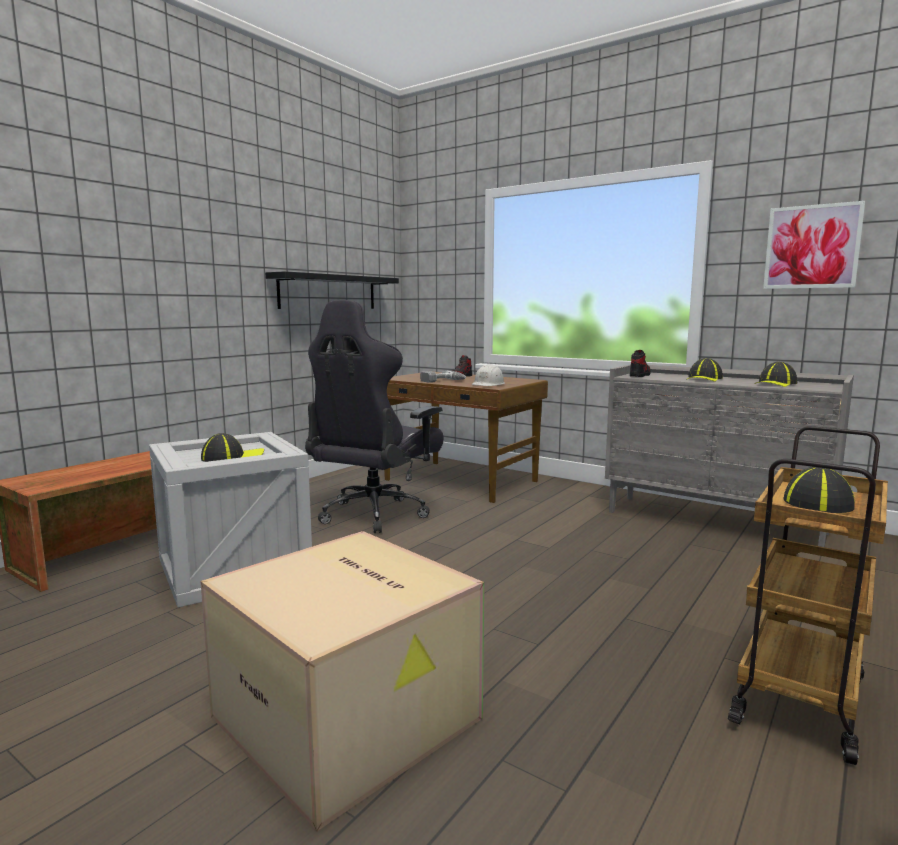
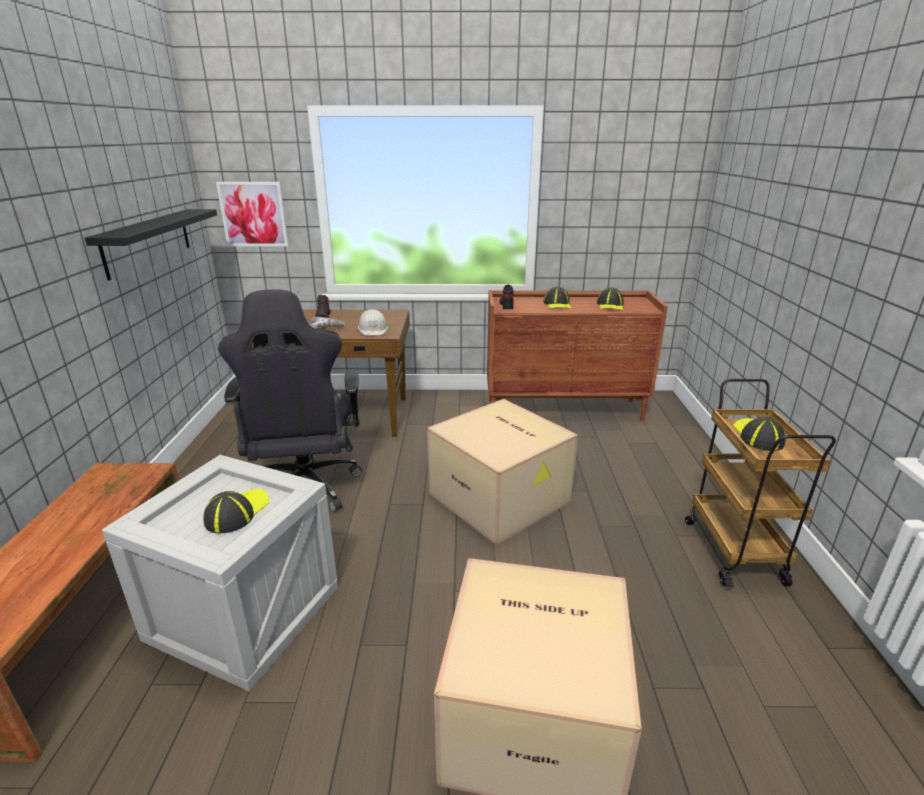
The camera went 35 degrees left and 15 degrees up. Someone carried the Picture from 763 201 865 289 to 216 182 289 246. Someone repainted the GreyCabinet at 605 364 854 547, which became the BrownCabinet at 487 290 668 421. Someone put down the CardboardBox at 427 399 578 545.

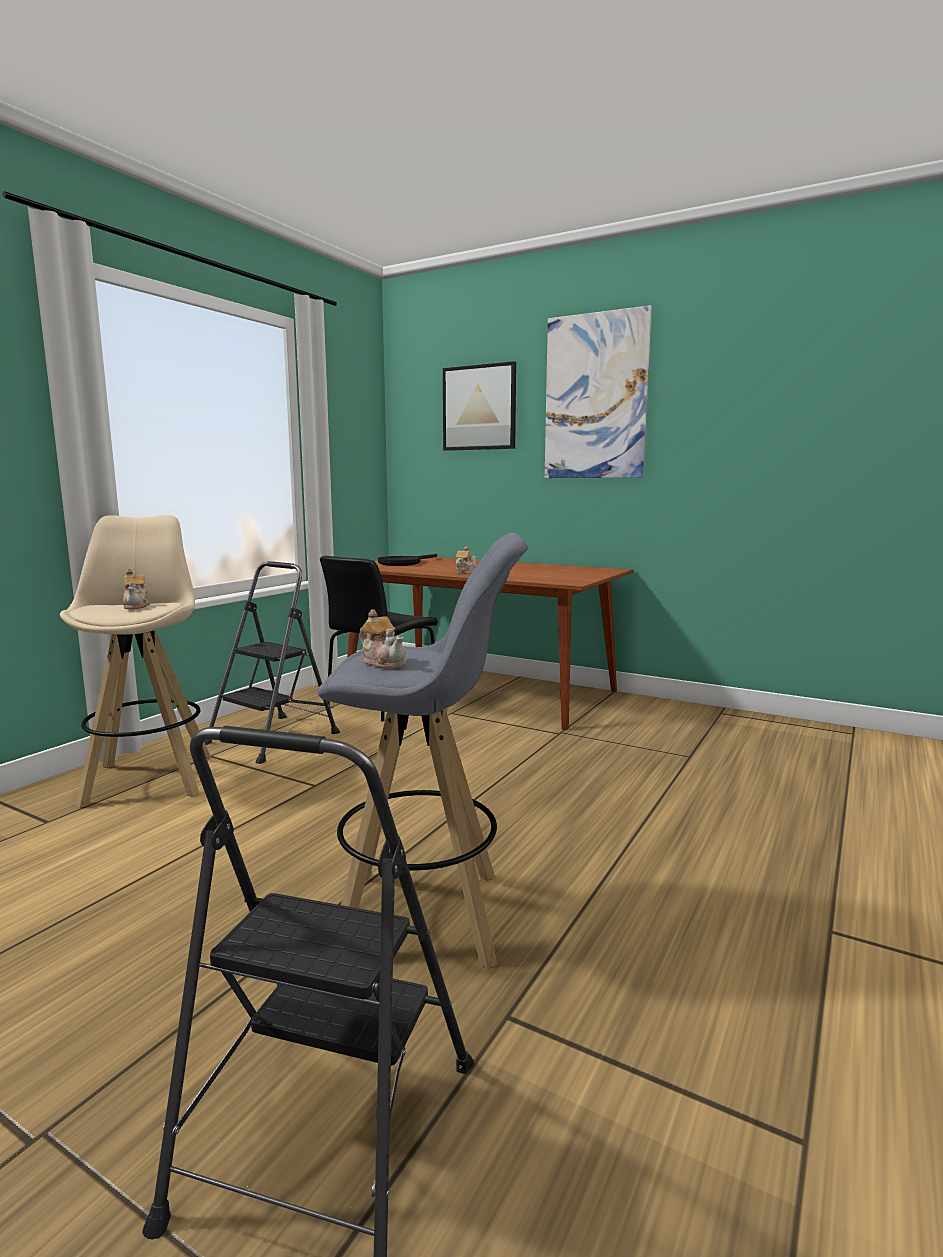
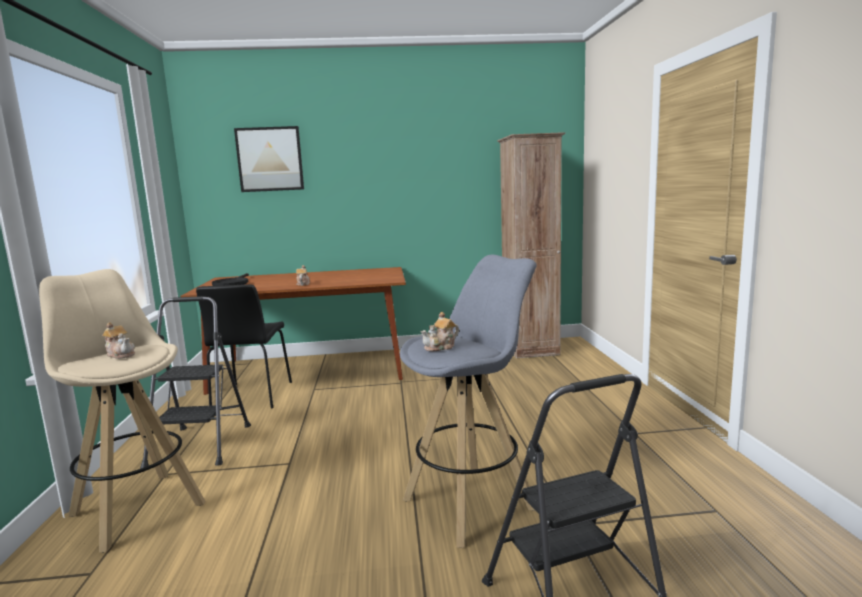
The camera went 35 degrees left and 0 degrees up. Someone took away the Picture at 545 305 652 478. Someone rotated the Teapot at 360 609 406 669 by 135 degrees clockwise. Someone put down the BrownCabinet at 497 132 565 358.

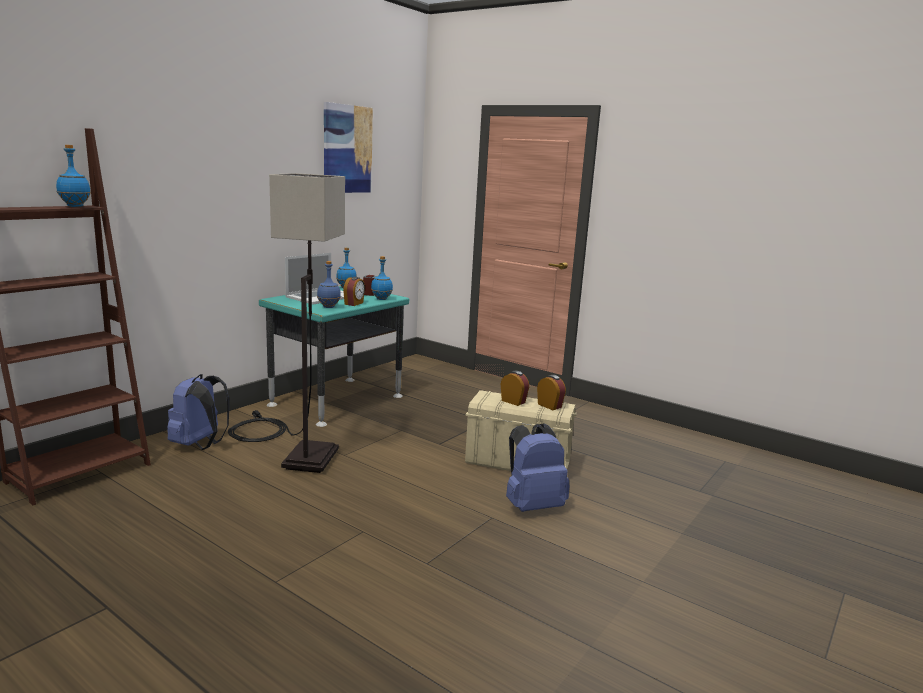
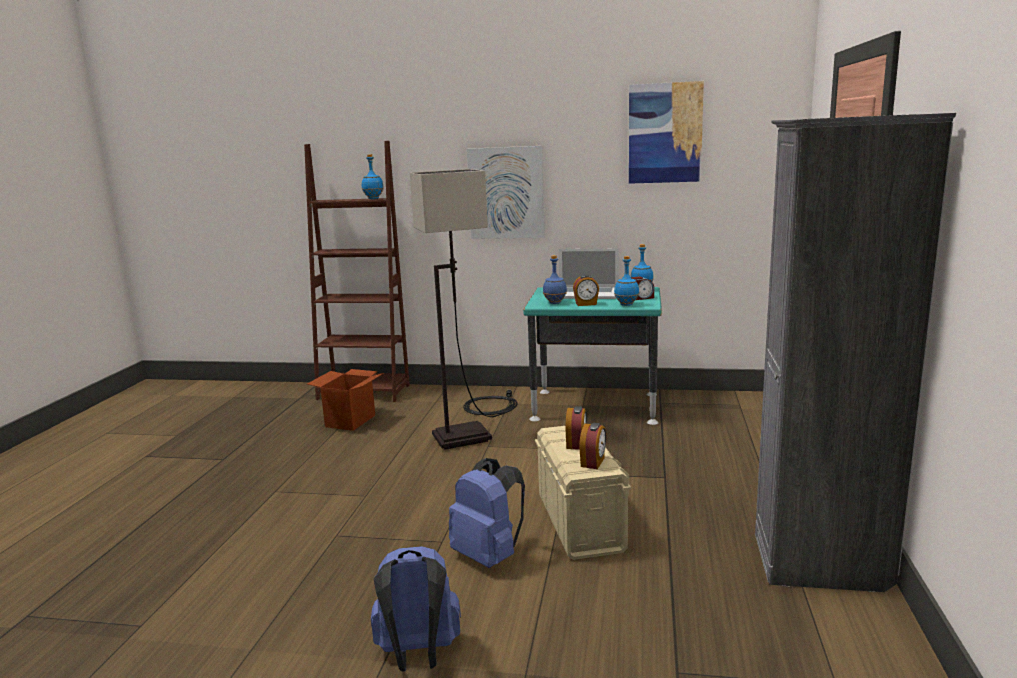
The camera went 65 degrees right and 0 degrees up. Someone carried the BlueBackpack from 167 374 230 450 to 371 546 461 672. Someone put down the GreyCabinet at 755 113 956 592. Someone put up the Picture at 466 146 545 239. Someone put down the CardboardBox at 307 369 384 431.

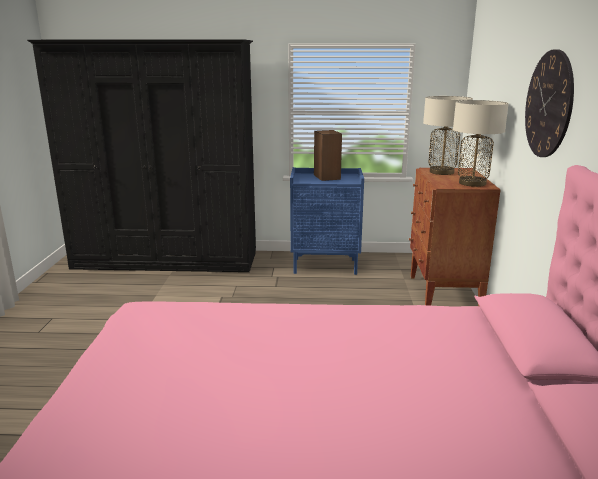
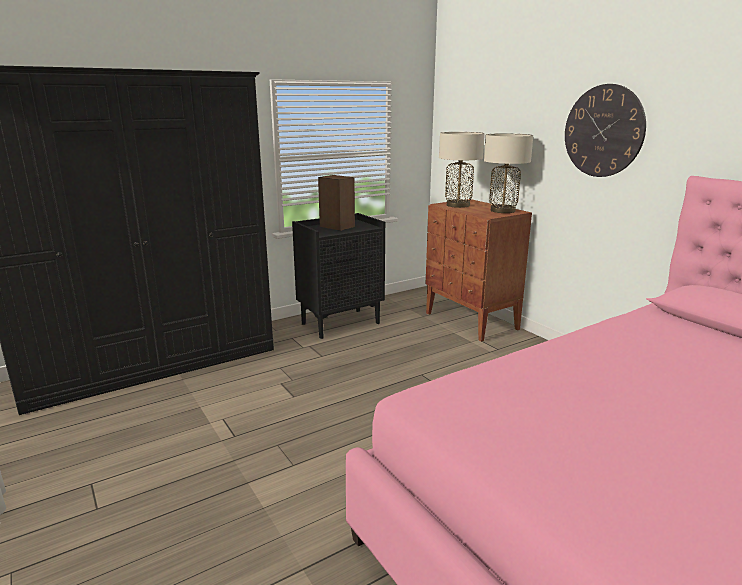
The camera went 35 degrees left and 0 degrees up. Someone repainted the BlueCabinet at 290 167 364 275, which became the BlackCabinet at 292 213 385 339.

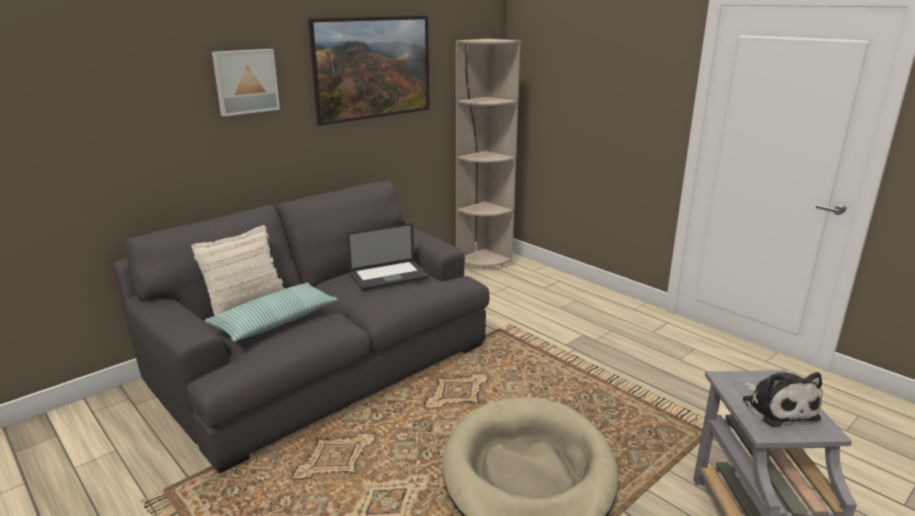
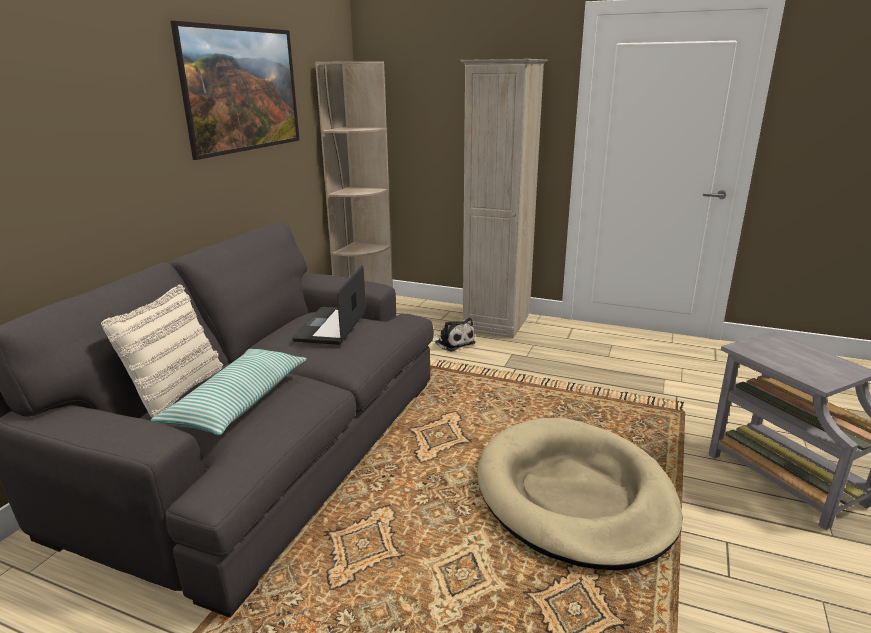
The camera went 25 degrees left and 0 degrees up. Someone took away the Picture at 212 49 280 116. Someone rotated the Laptop at 347 223 429 291 by 150 degrees clockwise. Someone carried the PlushToy from 743 372 823 427 to 435 318 476 352. Someone put down the BeigeCabinet at 461 59 547 338.

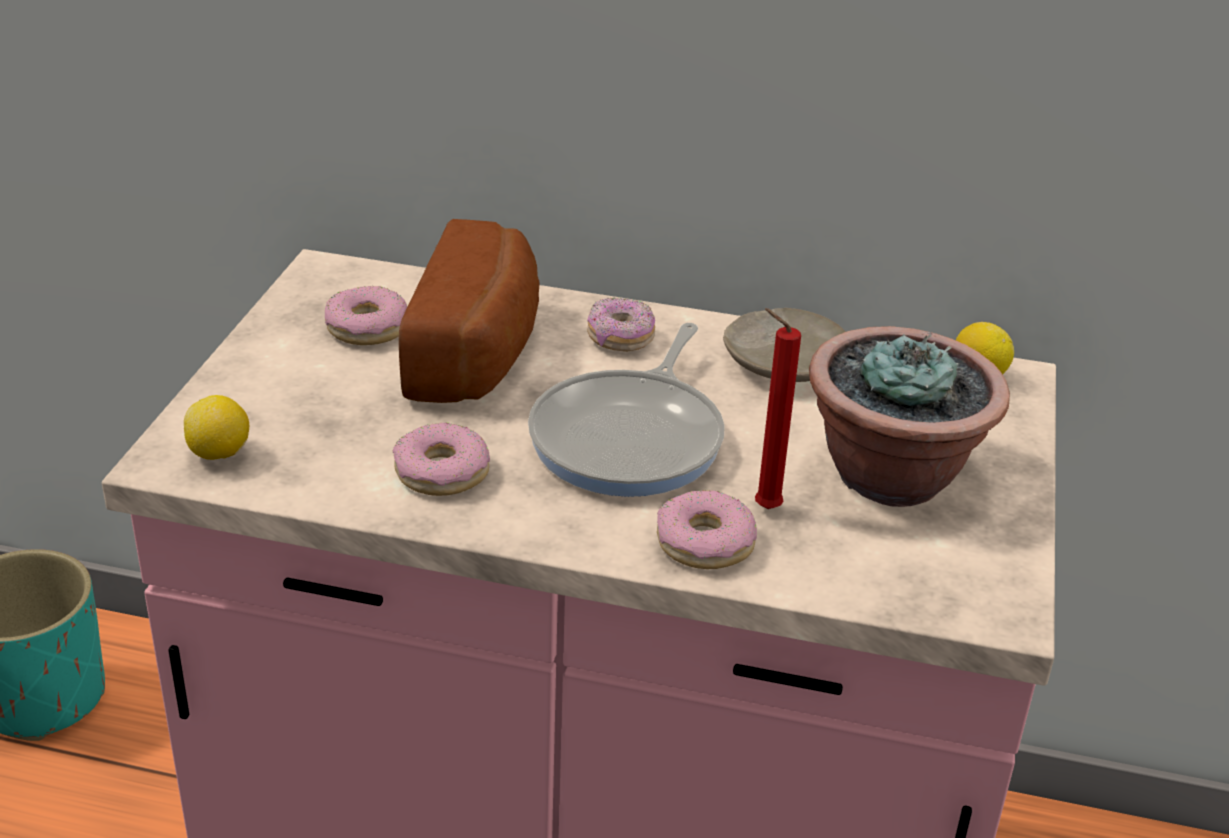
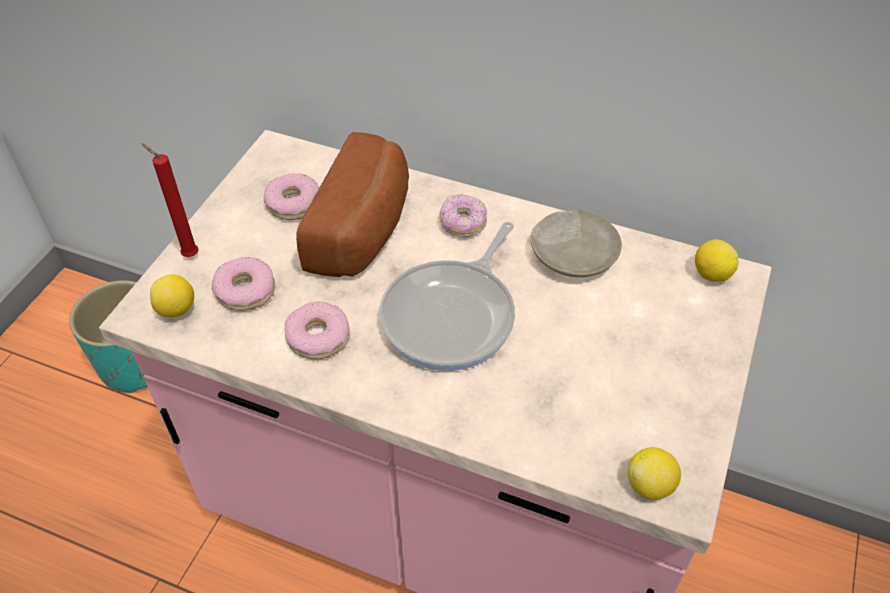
The camera went 10 degrees right and 15 degrees up. Someone carried the RedCandle from 755 308 801 509 to 141 143 198 257. Someone took away the PottedPlant at 809 326 1010 507. Someone carried the Donut from 657 490 757 569 to 212 257 275 311. Someone put down the Lemon at 628 447 681 500.

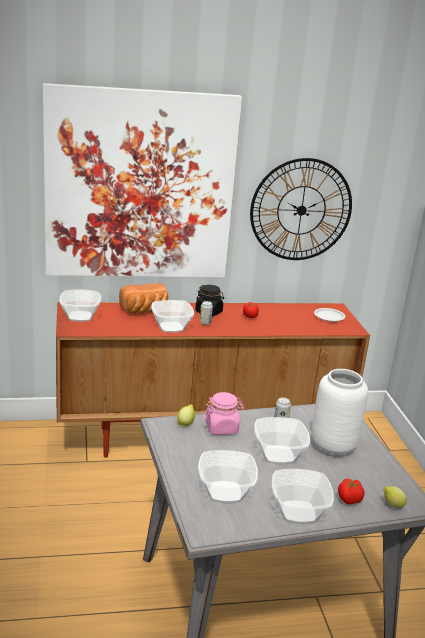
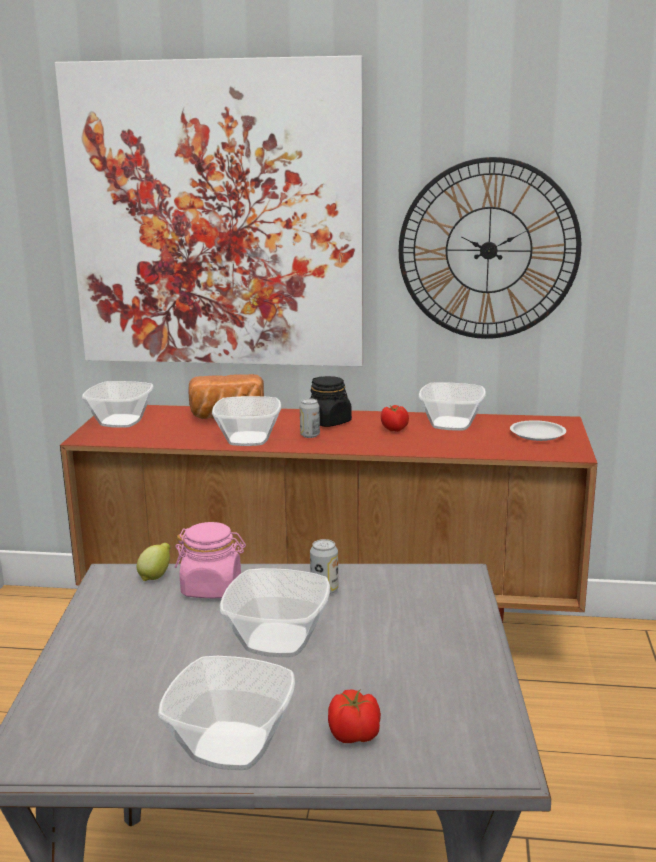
The camera went 20 degrees right and 5 degrees down. Someone took away the WhiteVase at 311 369 368 456. Someone carried the Bowl from 198 450 258 503 to 419 382 486 431. Someone took away the Lemon at 383 486 407 508.

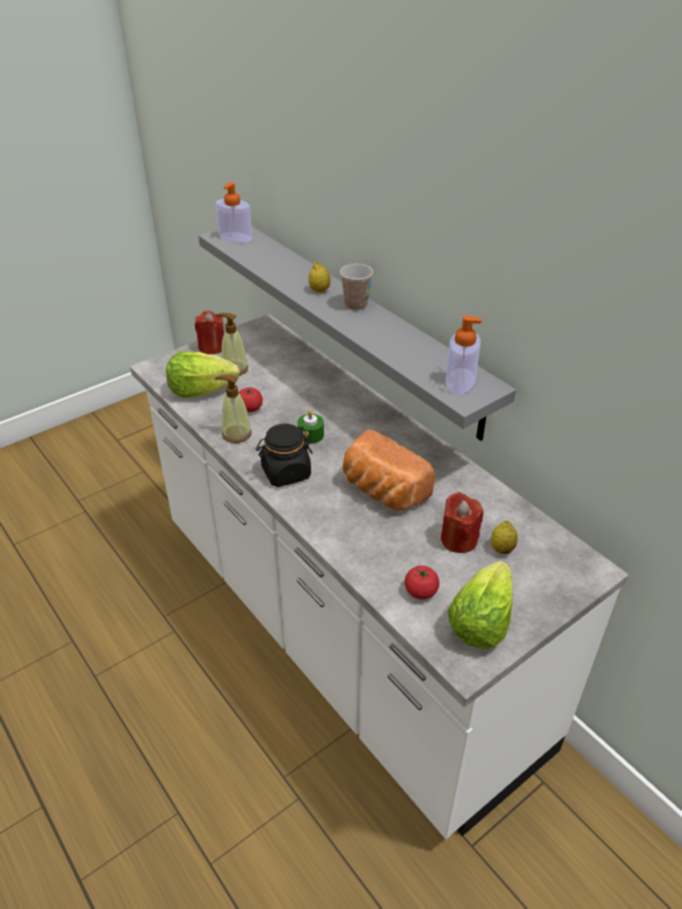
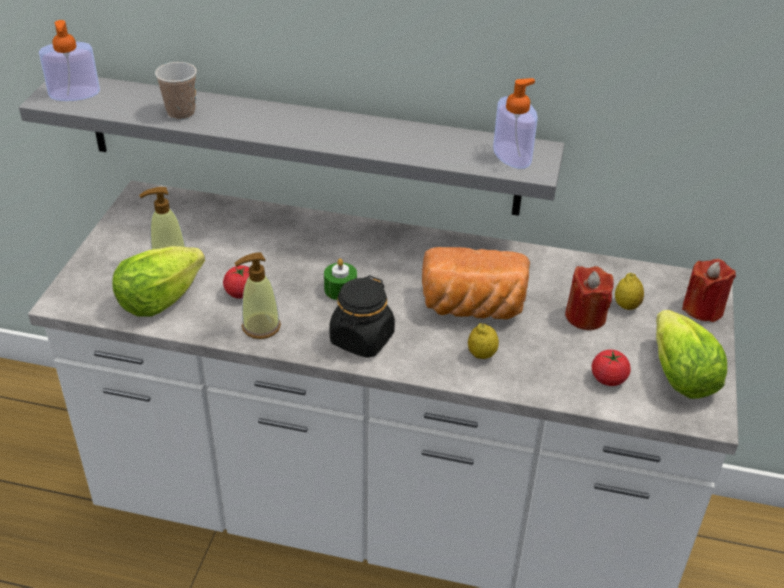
The camera went 40 degrees left and 0 degrees up. Someone carried the Lemon from 309 262 330 292 to 468 323 499 359. Someone carried the Cup from 340 264 373 311 to 155 62 197 120. Someone carried the RedCandle from 195 311 224 354 to 682 259 736 322.

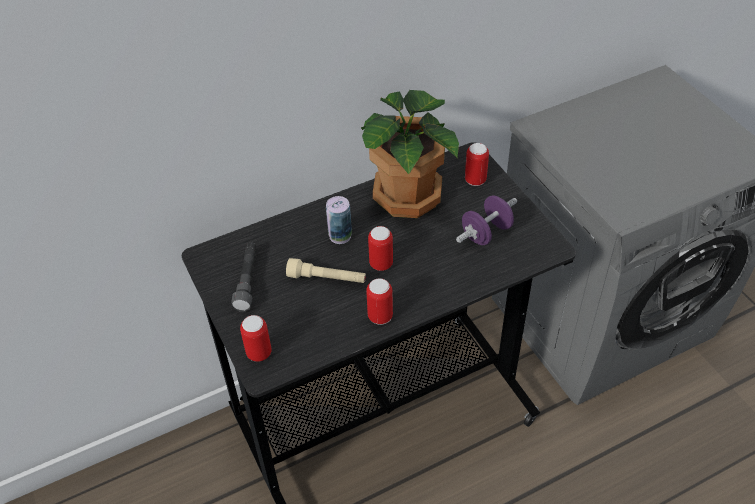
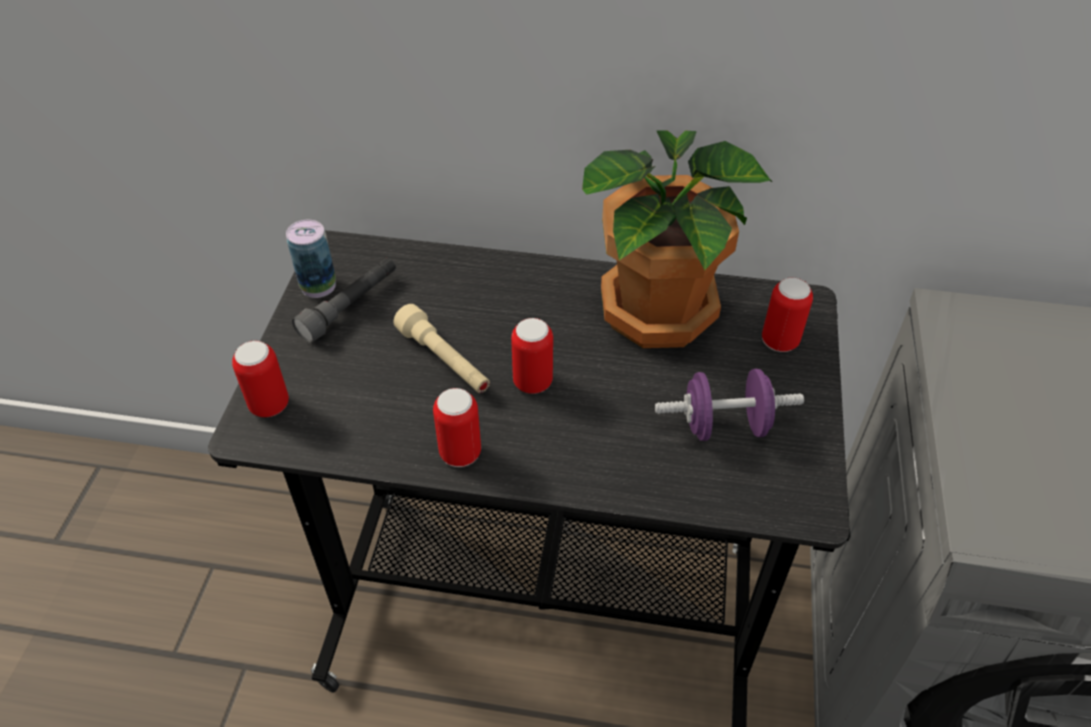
The camera went 35 degrees right and 0 degrees up. Someone carried the Can from 326 196 352 244 to 286 220 336 298.

